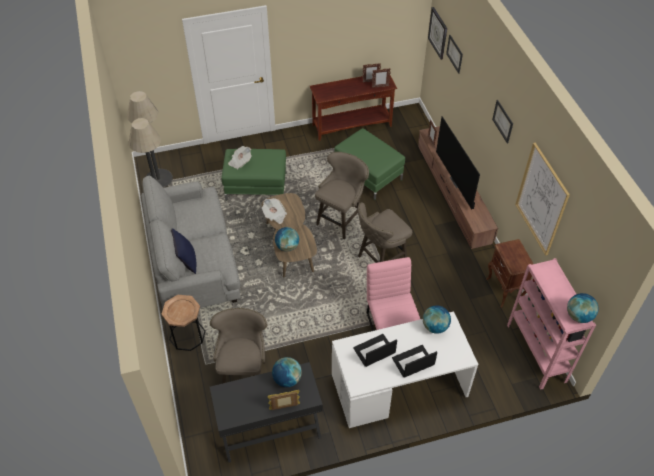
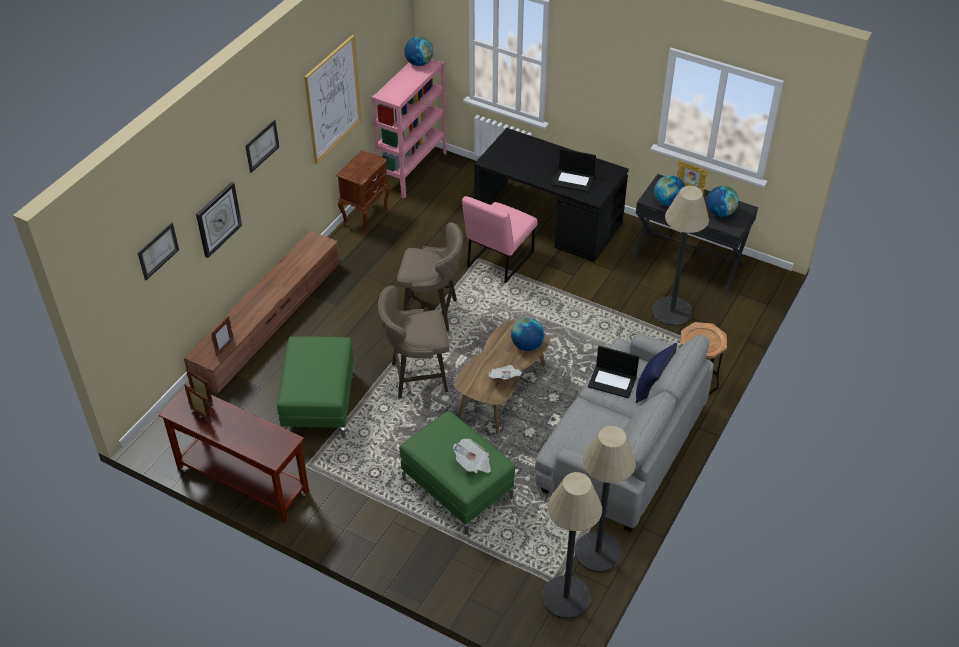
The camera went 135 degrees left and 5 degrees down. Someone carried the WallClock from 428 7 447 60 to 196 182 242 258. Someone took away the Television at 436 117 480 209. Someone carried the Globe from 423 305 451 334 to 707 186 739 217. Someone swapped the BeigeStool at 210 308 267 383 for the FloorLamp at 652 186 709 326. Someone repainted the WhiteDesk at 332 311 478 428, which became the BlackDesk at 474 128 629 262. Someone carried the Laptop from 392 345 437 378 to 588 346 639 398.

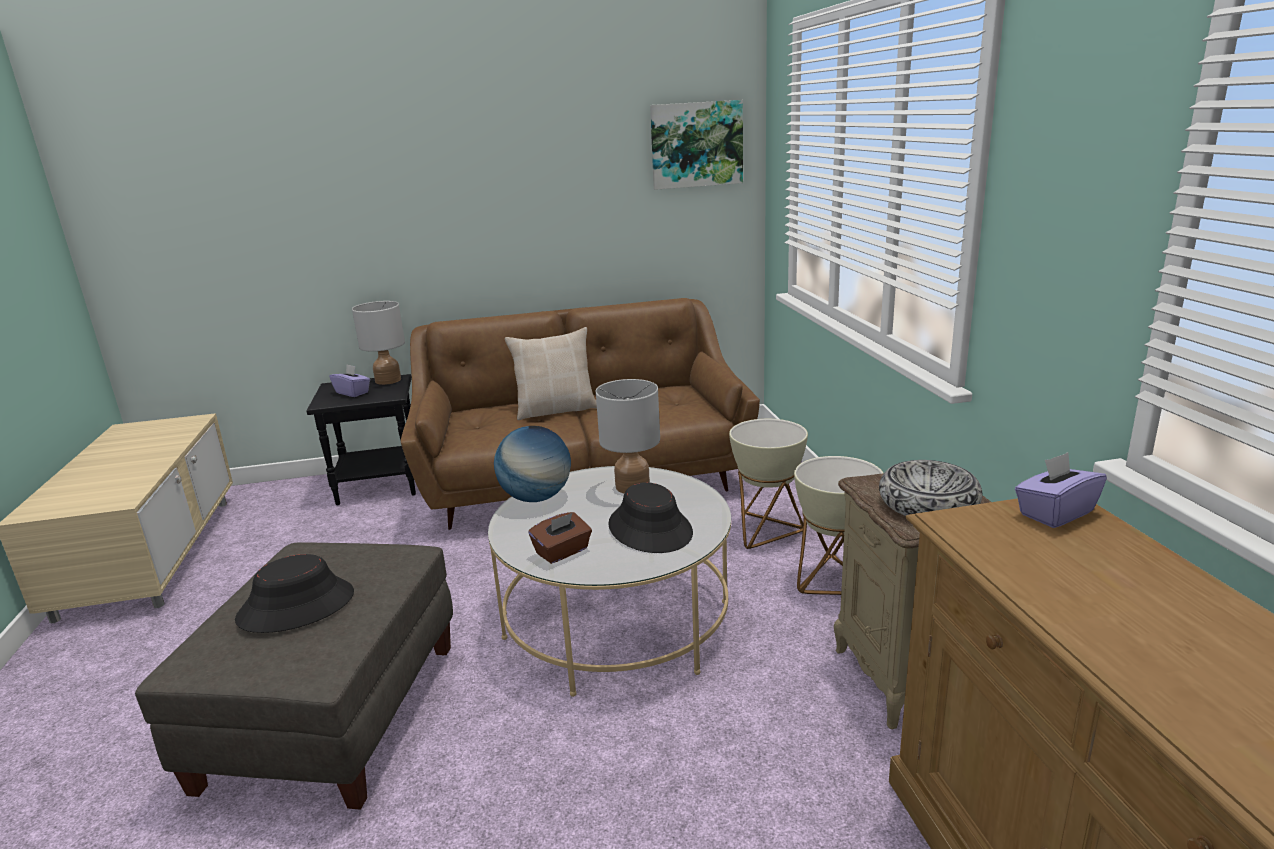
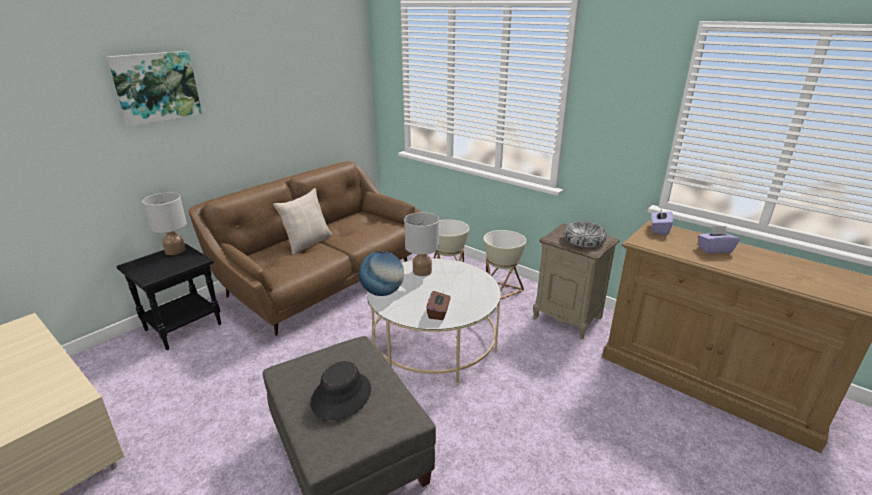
The camera went 40 degrees left and 5 degrees up. Someone carried the Picture from 650 100 743 190 to 107 51 202 126. Someone carried the PurpleTissueBox from 330 364 370 397 to 698 226 740 254. Someone took away the BlackHat at 608 482 693 553.

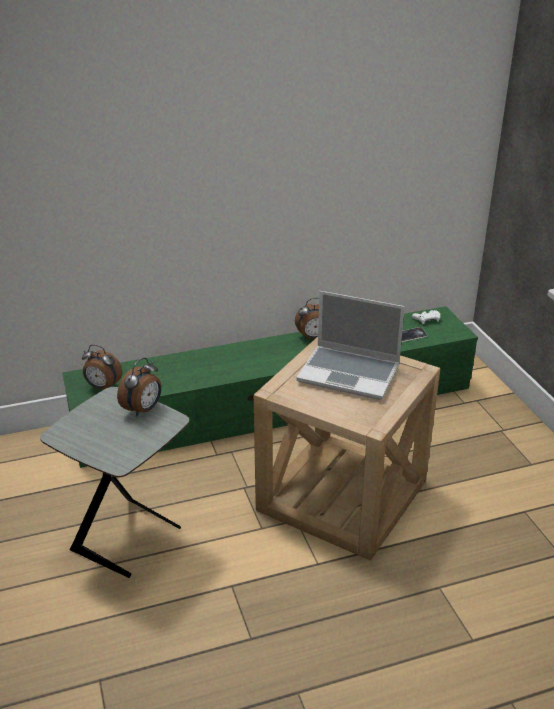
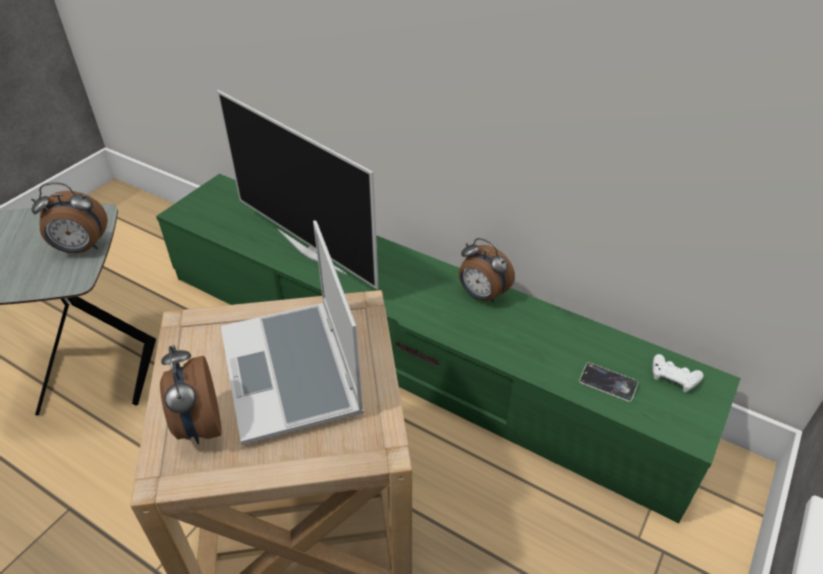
The camera went 50 degrees right and 10 degrees up. Someone carried the AlarmClock from 82 344 123 389 to 160 345 222 444. Someone put down the Television at 217 90 379 289.

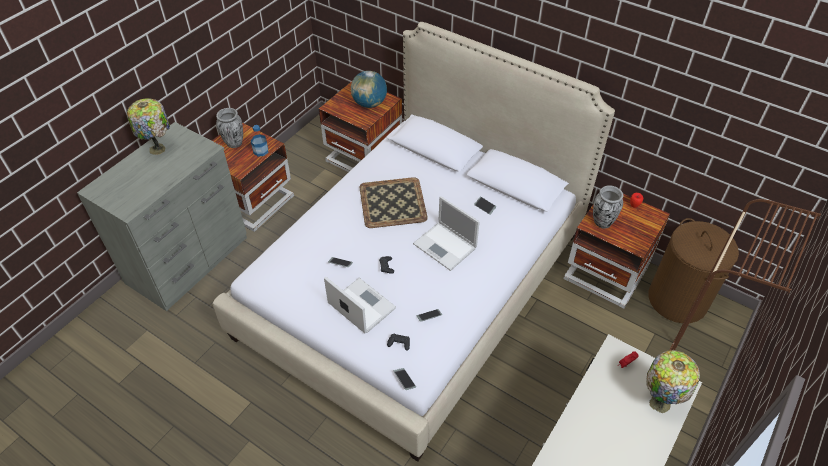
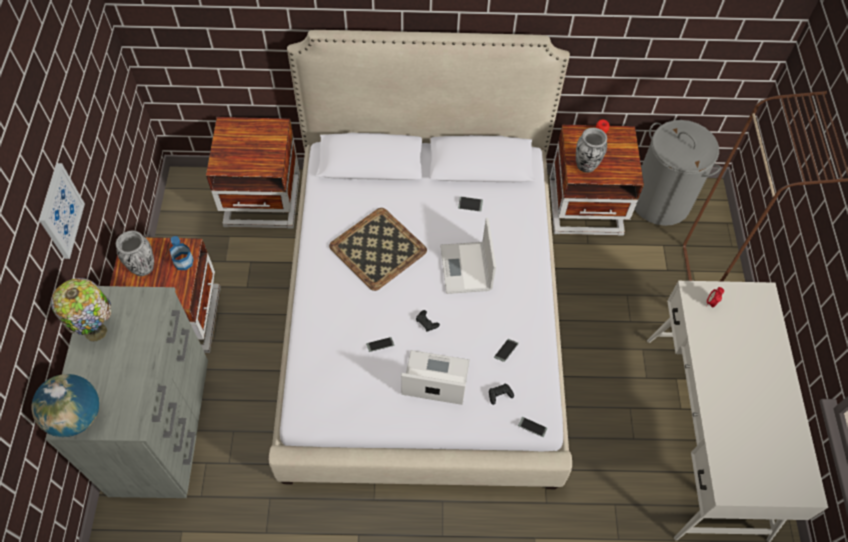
The camera went 35 degrees left and 10 degrees up. Someone carried the Globe from 351 71 387 108 to 32 374 99 437. Someone rotated the Laptop at 413 196 480 271 by 75 degrees clockwise. Someone repainted the BrownLaundryBasket at 648 218 739 323, which became the GreyLaundryBasket at 635 120 721 226. Someone took away the TableLamp at 646 350 700 413. Someone put up the Picture at 39 163 85 259.

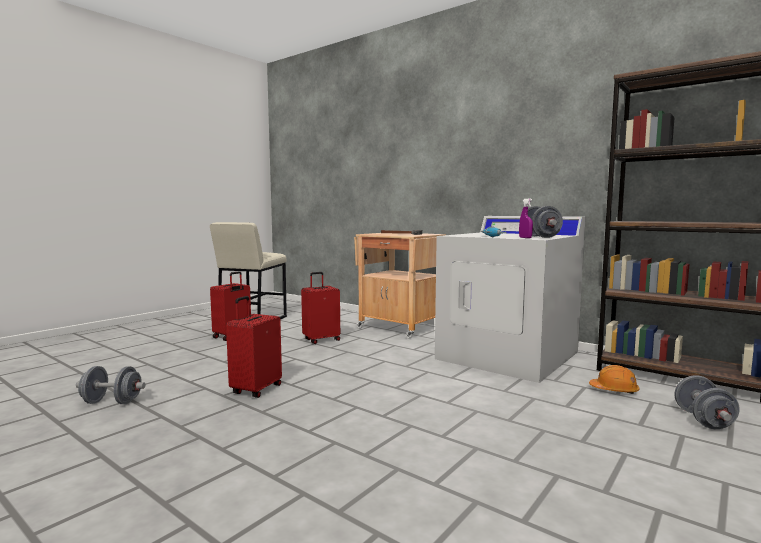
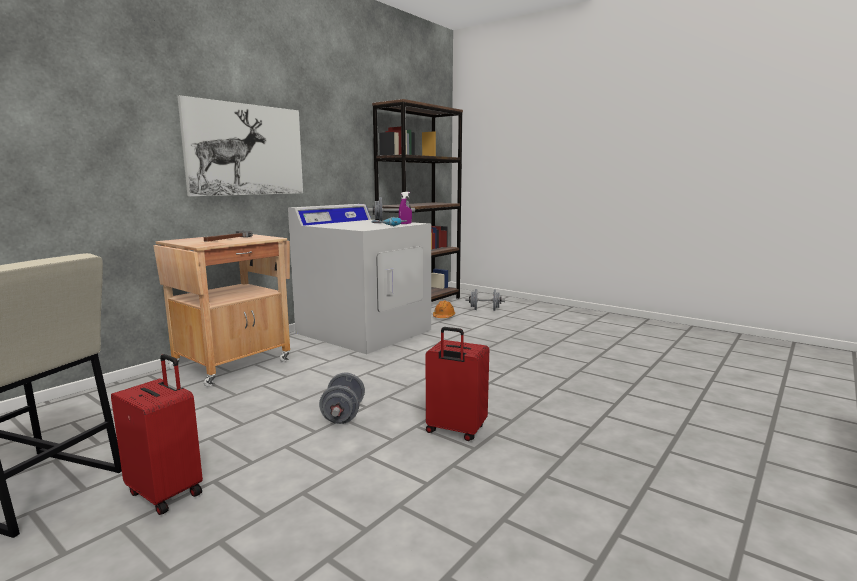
The camera went 90 degrees left and 5 degrees up. Someone took away the RedSuitcase at 301 272 340 344. Someone carried the GreyDumbbell from 76 366 146 404 to 319 373 365 424. Someone put up the Picture at 177 95 303 196.

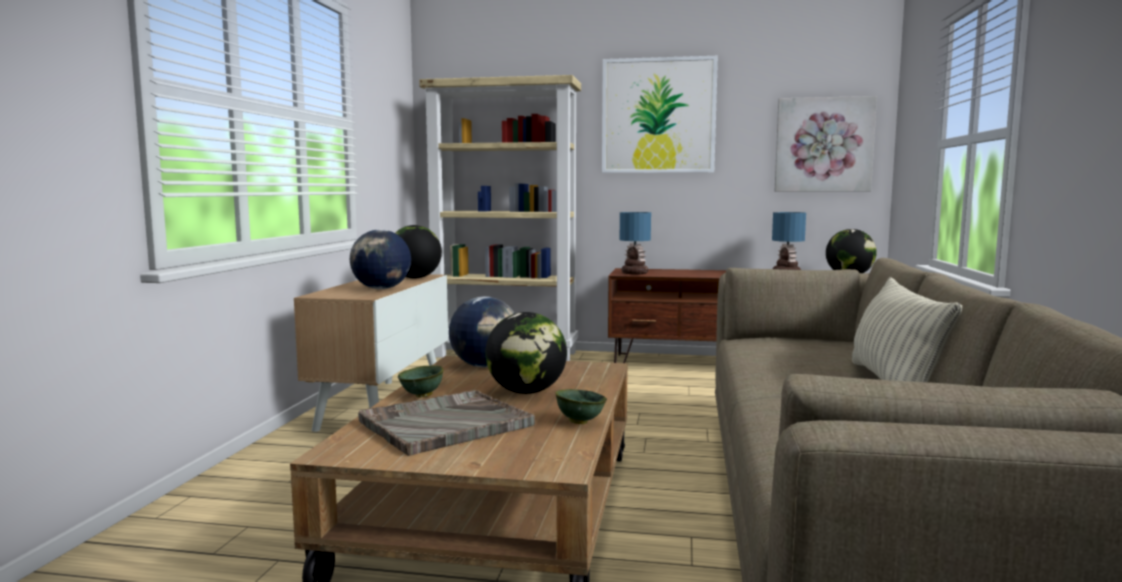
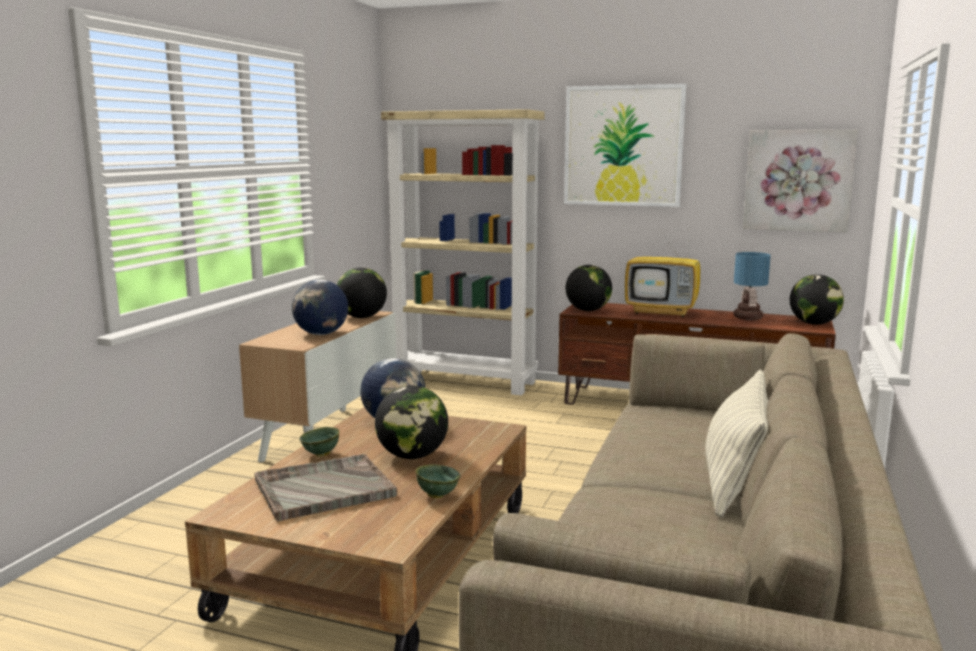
The camera went 10 degrees right and 5 degrees up. Someone swapped the TableLamp at 620 212 651 275 for the Globe at 565 265 612 311. Someone put down the Television at 625 231 700 317.

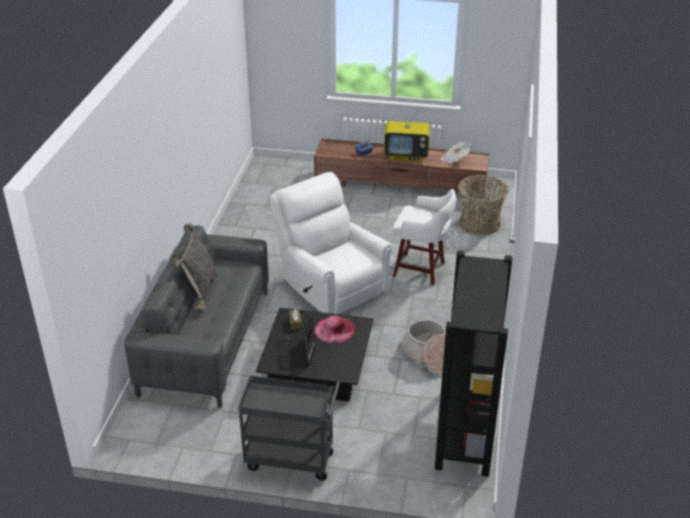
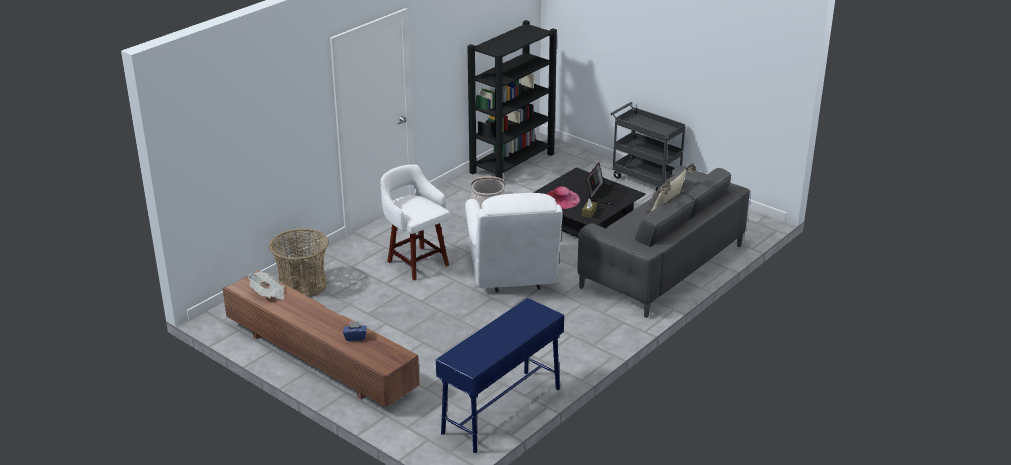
The camera went 150 degrees left and 5 degrees down. Someone took away the Television at 384 110 430 162. Someone put down the BlueConsoleTable at 436 298 564 453.

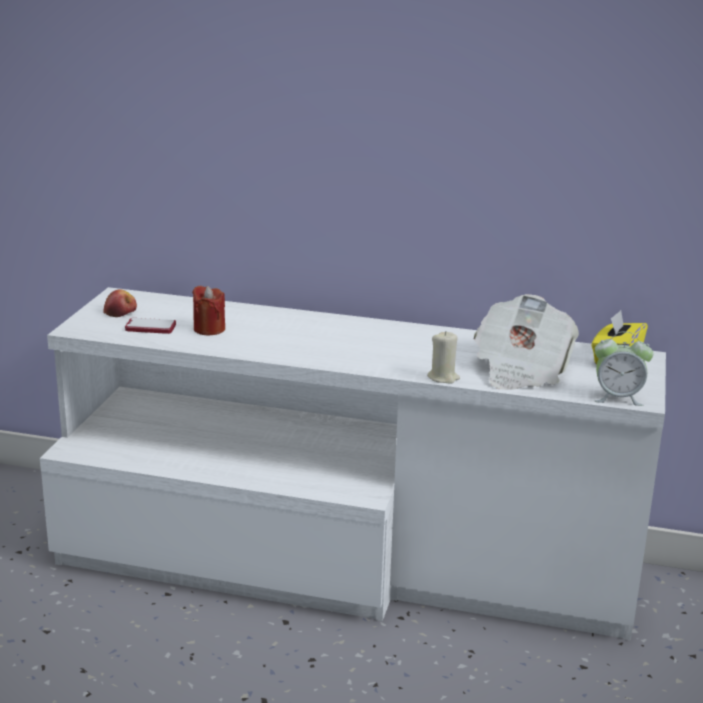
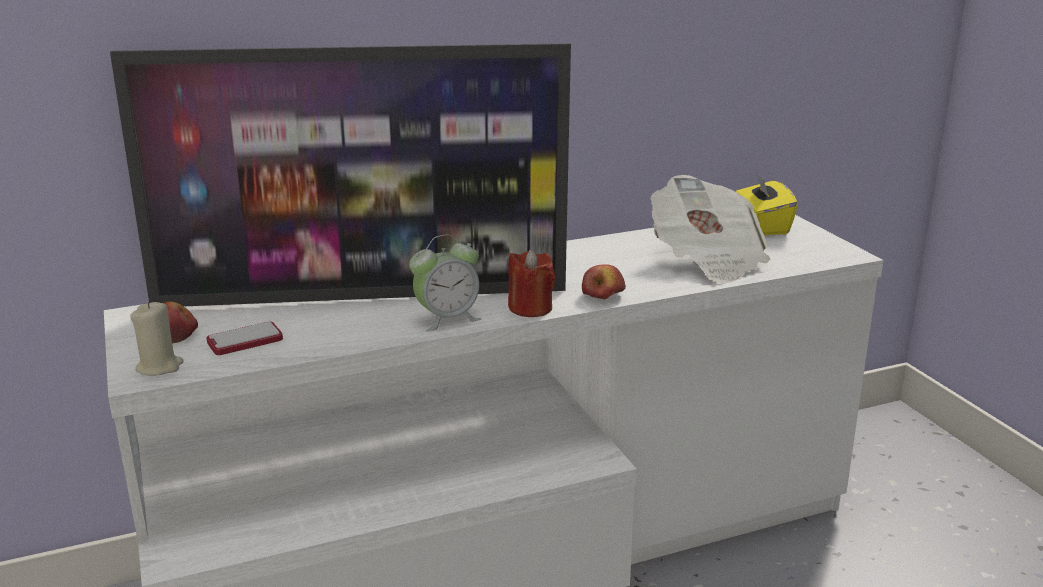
The camera went 35 degrees left and 0 degrees up. Someone carried the RedCandle from 192 286 225 336 to 508 250 555 317. Someone carried the BeigeCandle from 427 331 460 384 to 130 302 184 376. Someone carried the AlarmClock from 595 332 653 406 to 409 235 481 332. Someone put down the Television at 110 43 571 307. Someone put down the Apple at 582 264 626 300.

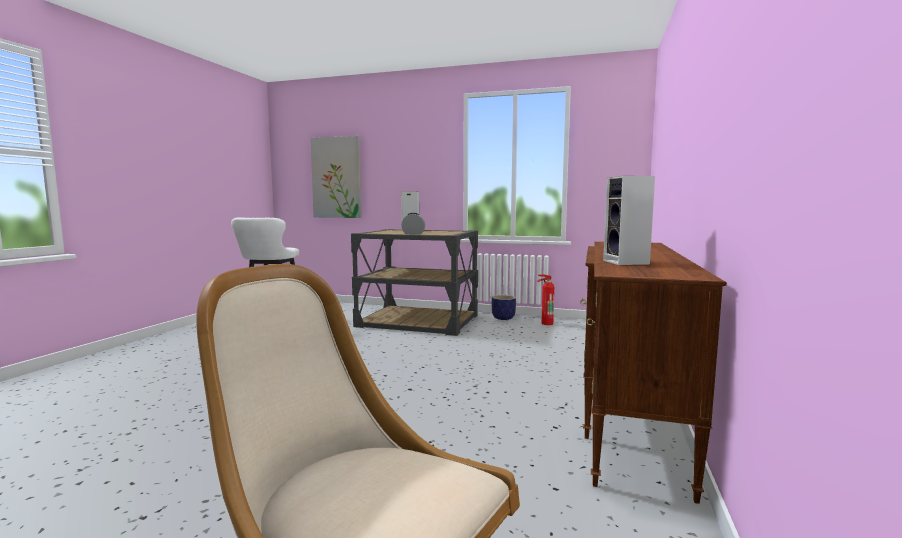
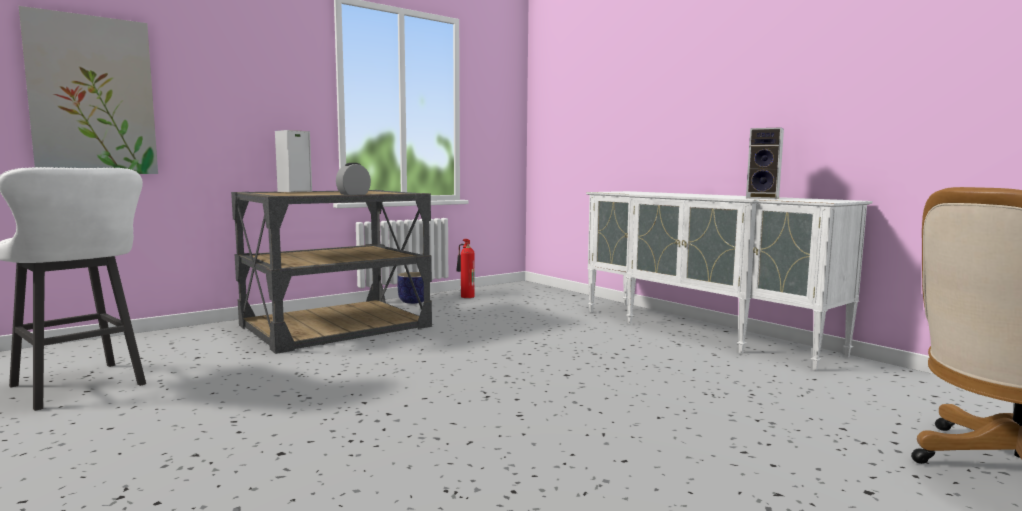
The camera went 55 degrees left and 0 degrees up. Someone repainted the BrownCabinet at 580 241 727 504, which became the WhiteCabinet at 586 191 873 370.

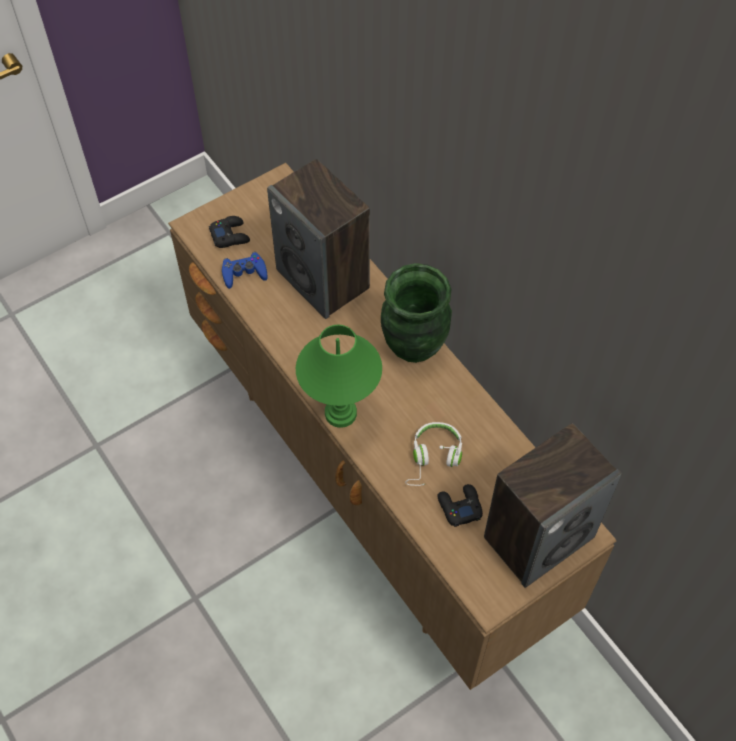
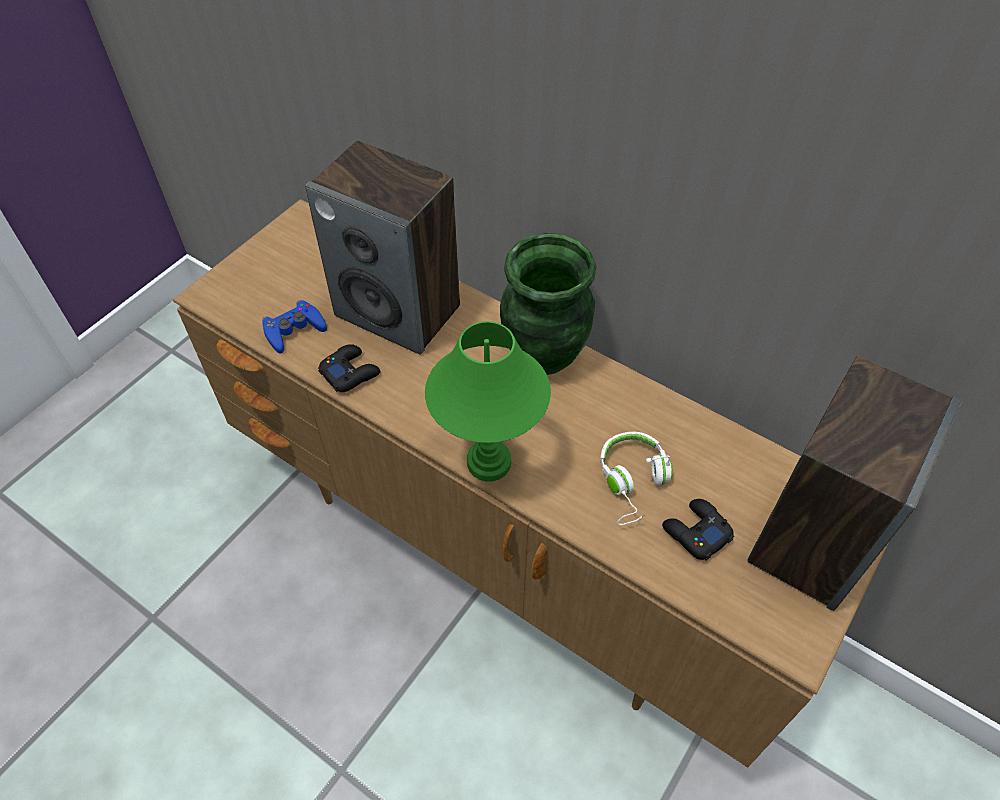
The camera went 20 degrees left and 5 degrees down. Someone carried the BlackGameController from 209 216 250 248 to 318 344 380 392.

